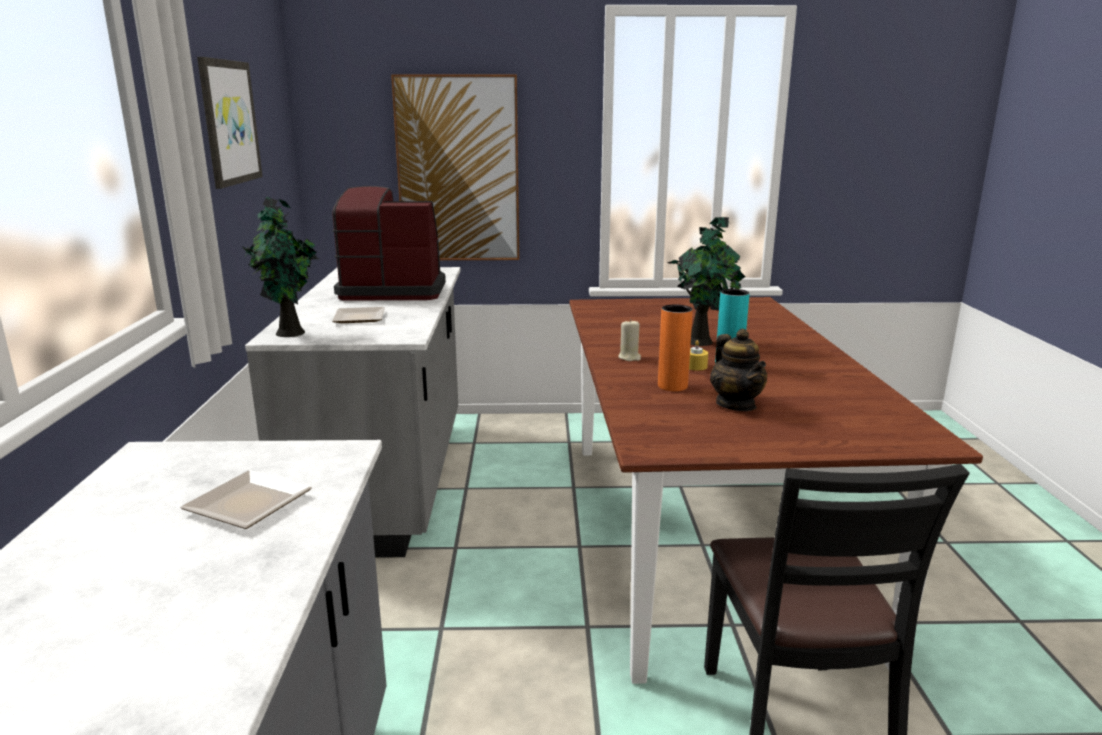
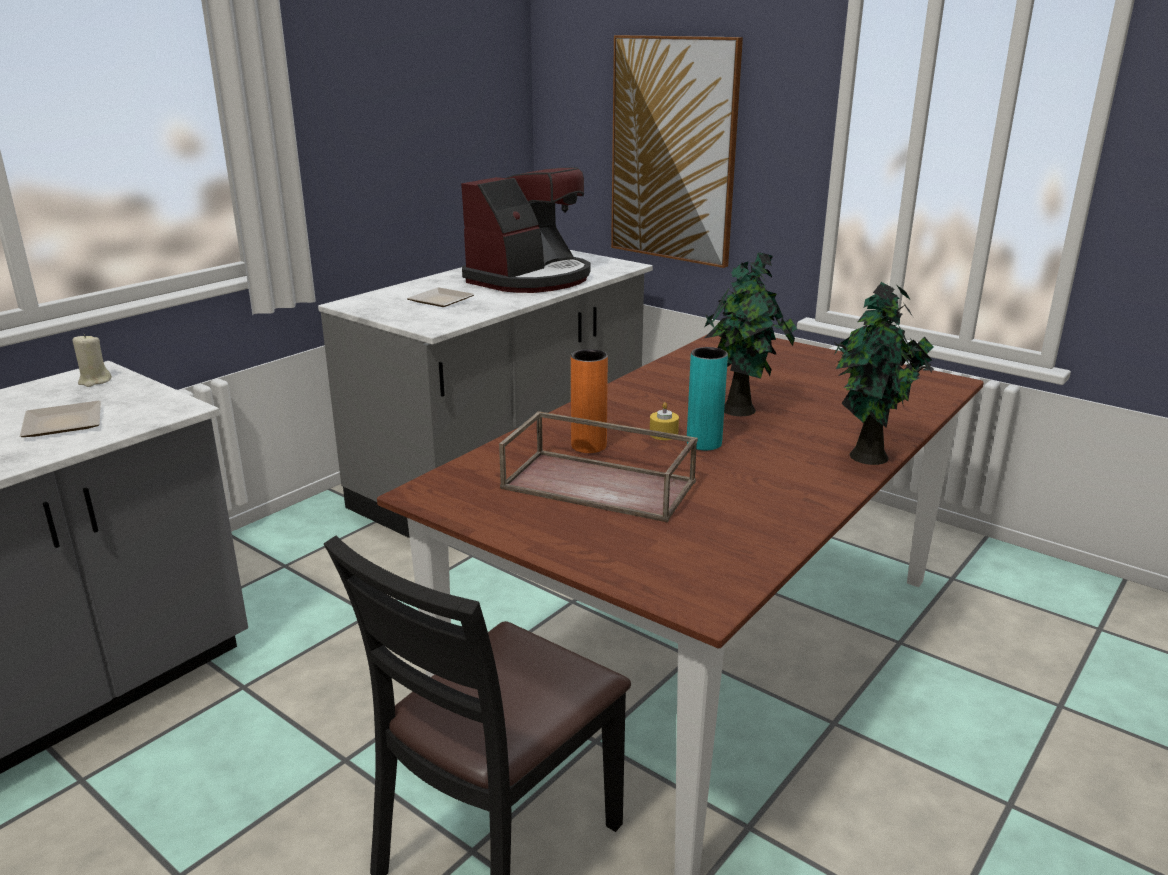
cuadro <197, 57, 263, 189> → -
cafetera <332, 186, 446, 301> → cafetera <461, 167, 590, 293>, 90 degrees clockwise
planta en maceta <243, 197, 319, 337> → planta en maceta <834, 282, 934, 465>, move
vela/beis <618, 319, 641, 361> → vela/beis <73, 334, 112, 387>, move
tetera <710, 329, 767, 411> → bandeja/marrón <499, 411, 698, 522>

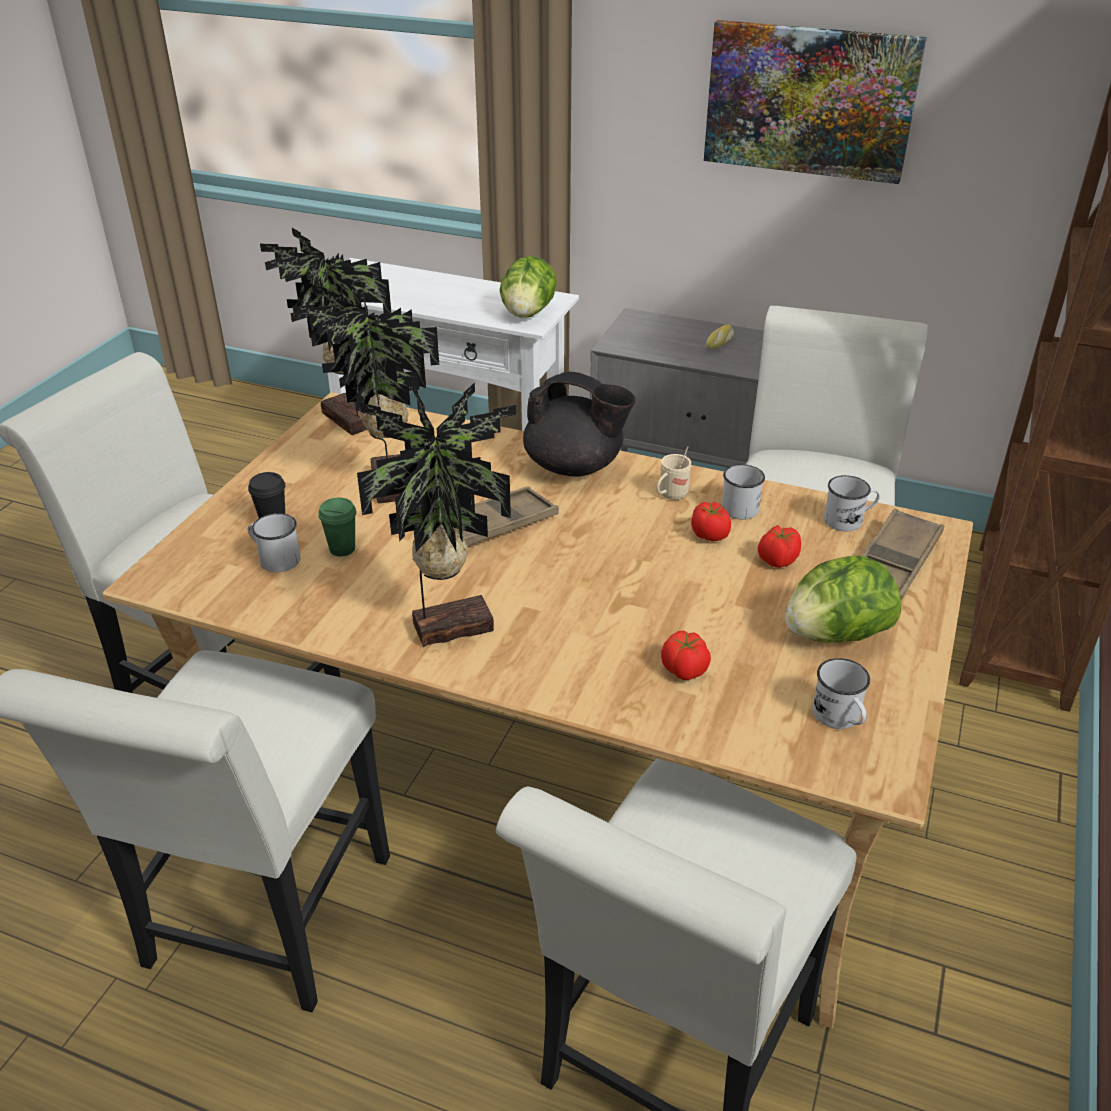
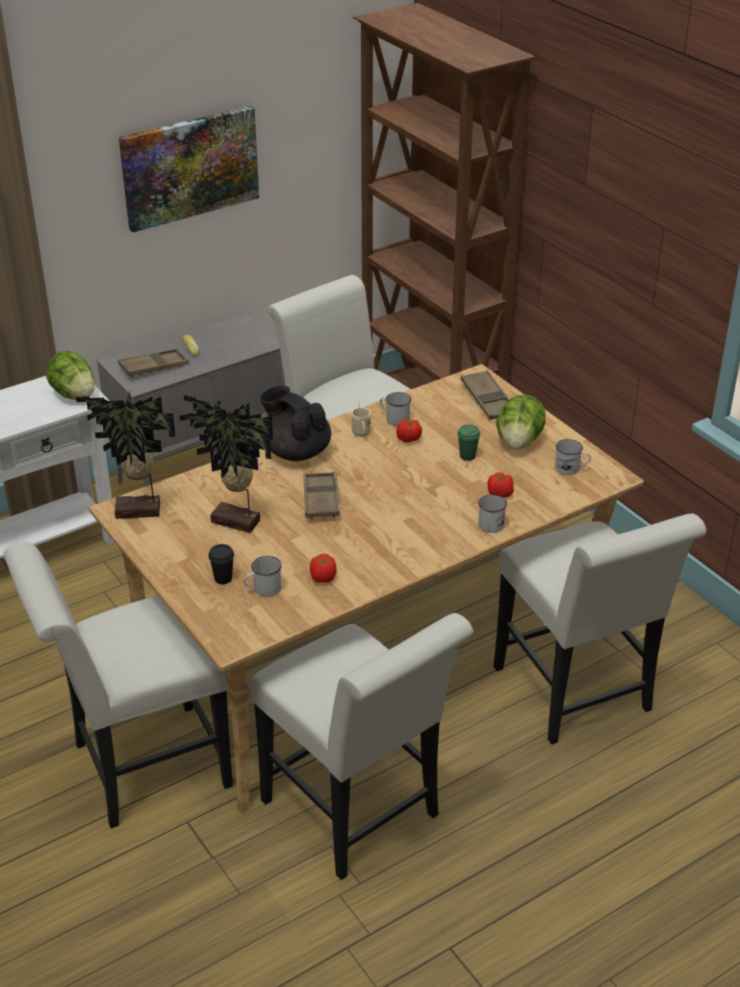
tetera/negro <523, 372, 635, 477> → tetera/negro <260, 386, 331, 461>, 105 degrees counterclockwise
planta en maceta <357, 382, 517, 647> → -
taza grande/blanco <824, 475, 880, 531> → taza grande/blanco <478, 495, 507, 533>, move
taza/verde <318, 497, 357, 557> → taza/verde <457, 425, 480, 461>, move
tomate <758, 525, 801, 568> → tomate <310, 554, 337, 583>, move
- → bandeja/marrón <118, 348, 189, 377>

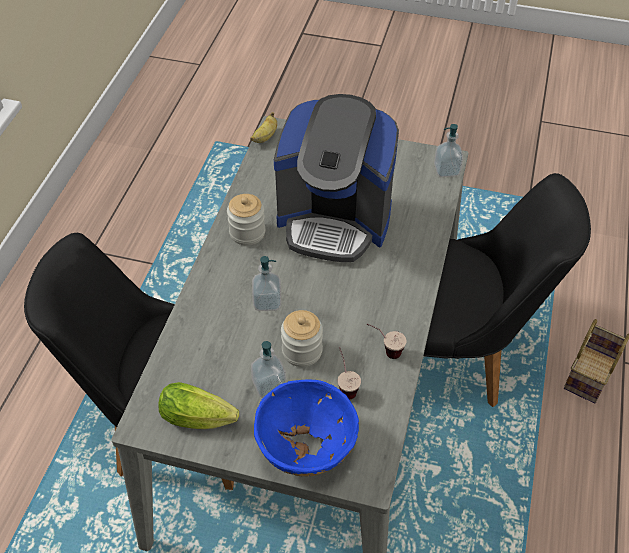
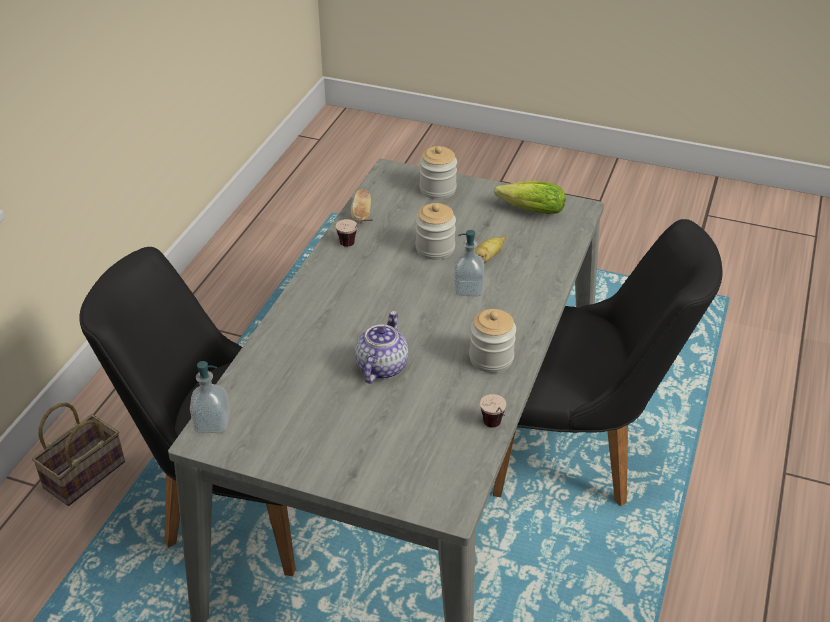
cafetera <274, 94, 399, 262> → tetera <355, 311, 408, 384>
plátano <250, 112, 277, 143> → plátano <475, 236, 505, 264>, move
dispensador de jabón <251, 341, 286, 398> → -
taza <338, 347, 361, 400> → taza <480, 394, 507, 428>, move
cuenco/azul <254, 380, 359, 476> → tarro <420, 146, 457, 199>
- → pan <351, 190, 371, 222>

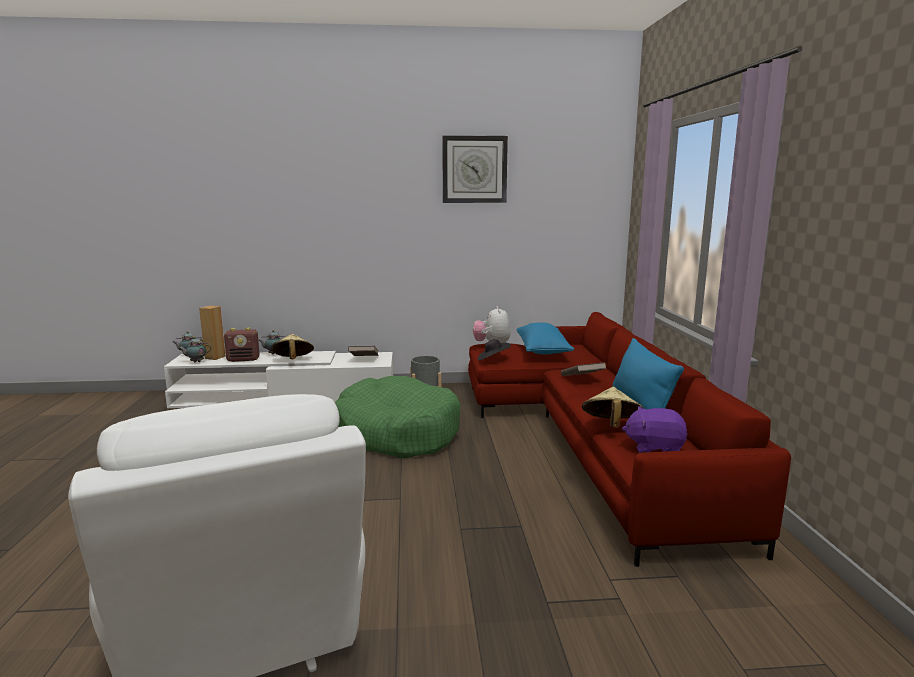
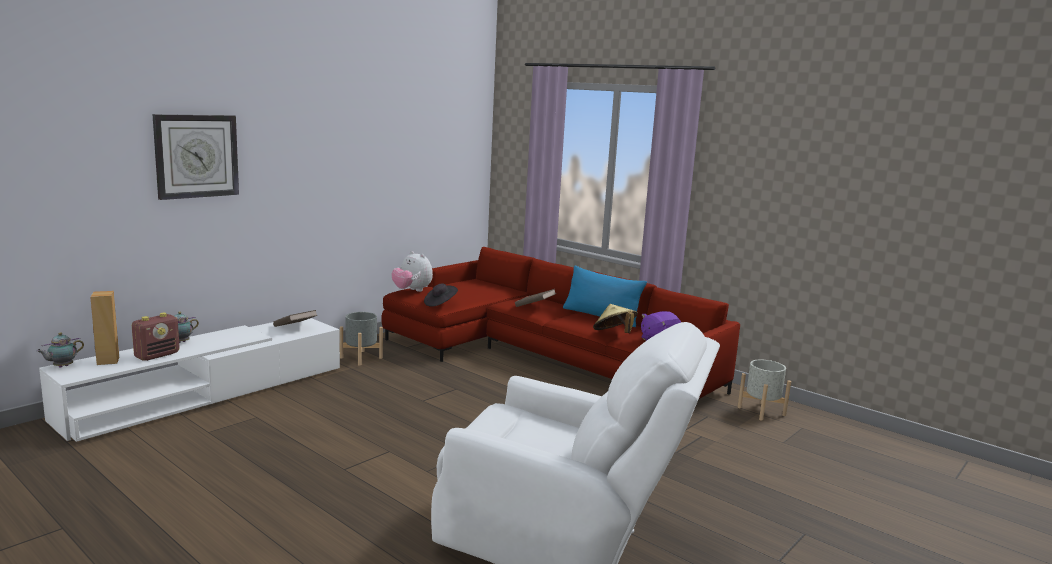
reloj de pared <442, 135, 508, 203> → reloj de pared <152, 114, 239, 200>, move
cojín/azul <517, 322, 574, 354> → -
sombrero/beis <271, 334, 314, 359> → -
tetera <179, 337, 212, 362> → -
cama para perro/verde <335, 376, 461, 458> → -
- → maceta/gris <738, 360, 791, 421>

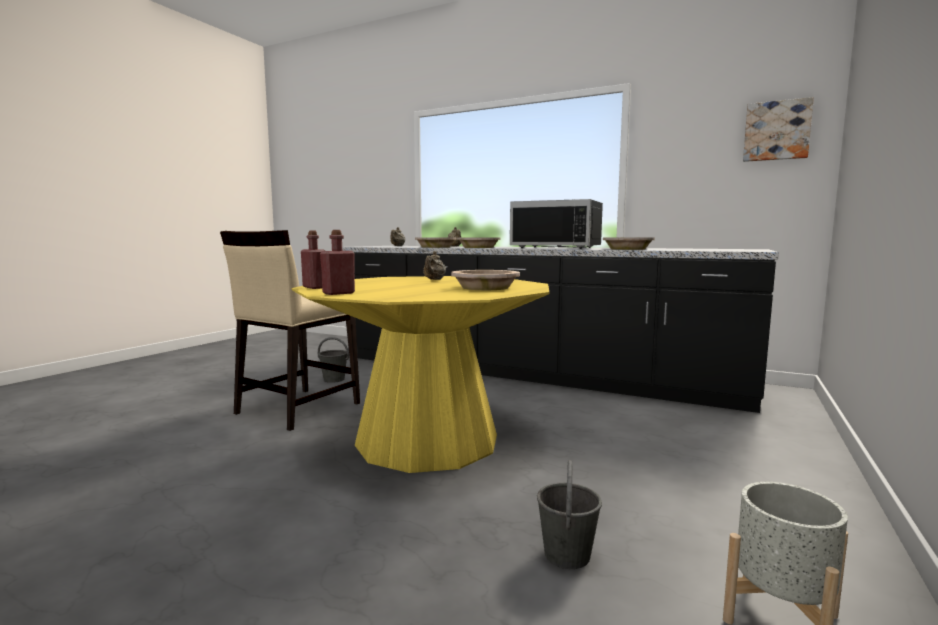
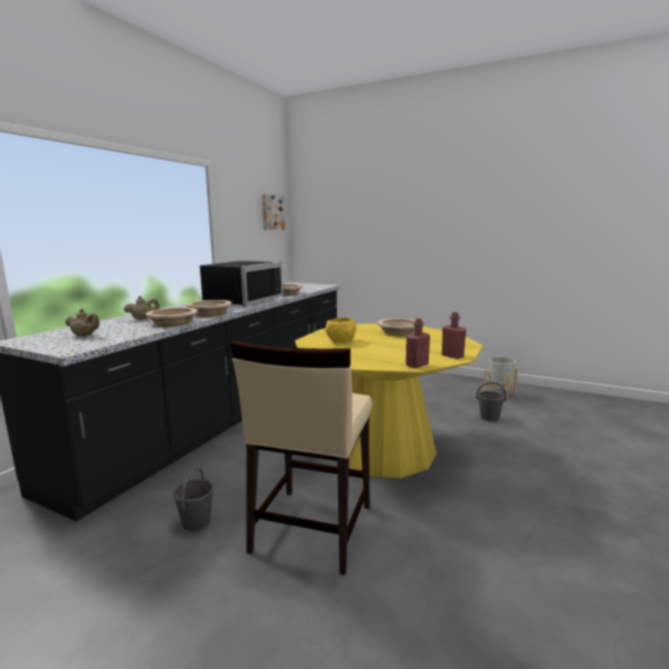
silla/beis <220, 230, 360, 431> → silla/beis <230, 340, 372, 575>, 75 degrees clockwise
tetera/beis <423, 251, 446, 280> → cuenco/amarillo <325, 318, 356, 343>

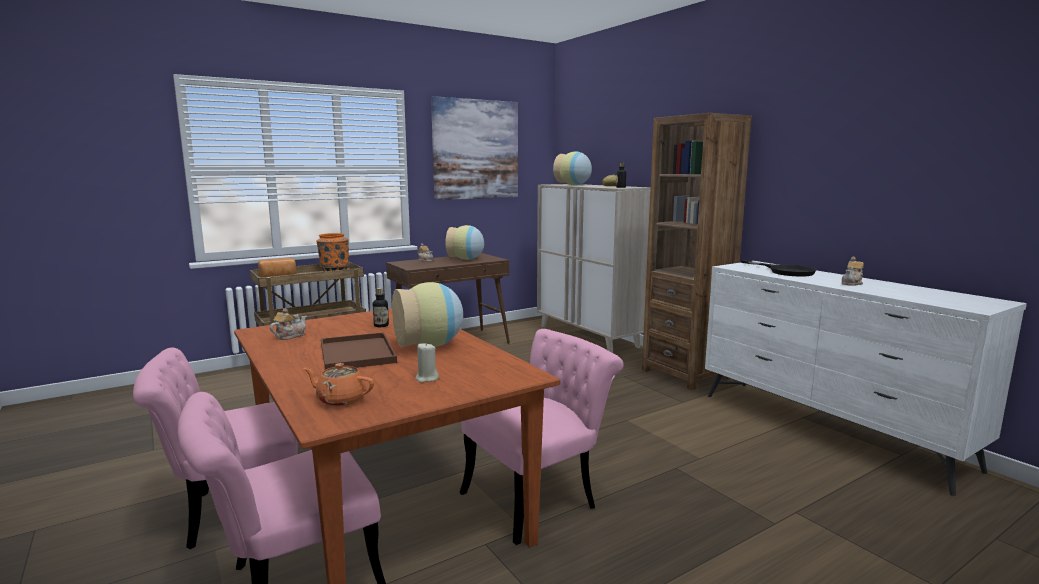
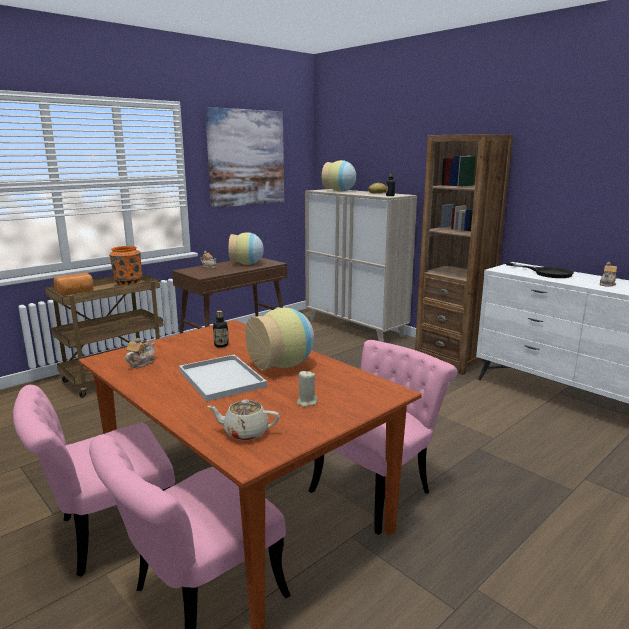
bandeja/marrón <321, 332, 397, 370> → bandeja/blanco <179, 355, 267, 402>
tetera/naranja <303, 363, 374, 406> → tetera/beis <207, 400, 280, 441>

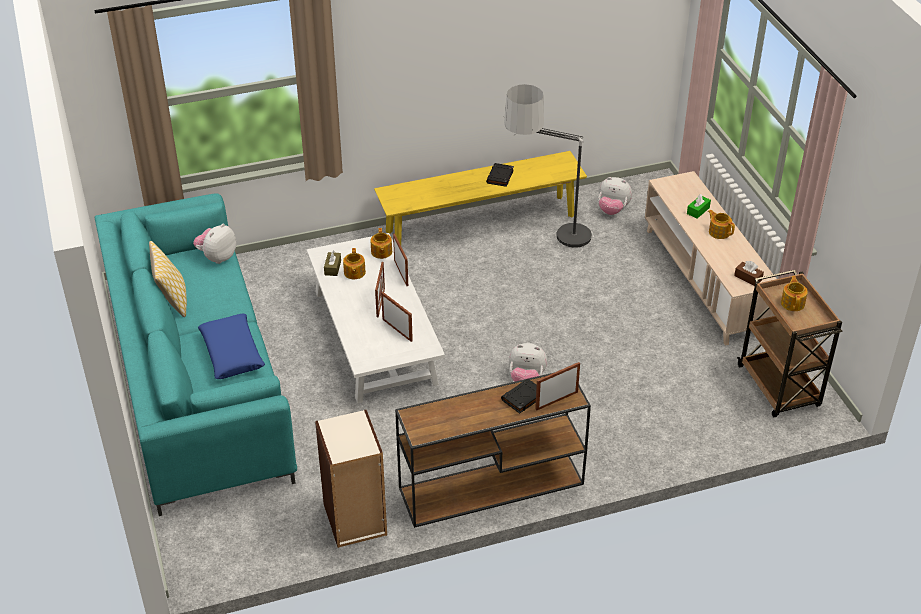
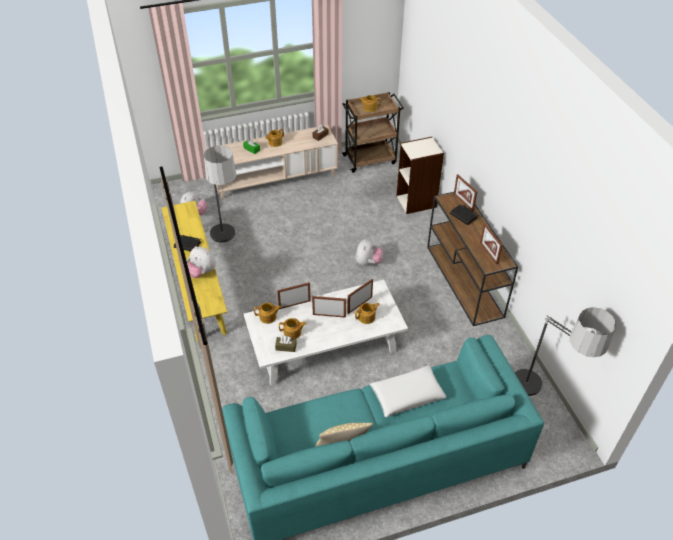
peluche <193, 224, 236, 264> → peluche <187, 246, 216, 278>, move
cojín/azul <198, 314, 265, 379> → cojín/blanco <370, 365, 446, 417>
estantería <315, 410, 387, 548> → estantería <396, 137, 444, 214>, move
- → portarretratos <480, 223, 503, 264>
- → tetera <355, 303, 380, 324>
- → lámpara de pie <515, 307, 616, 397>

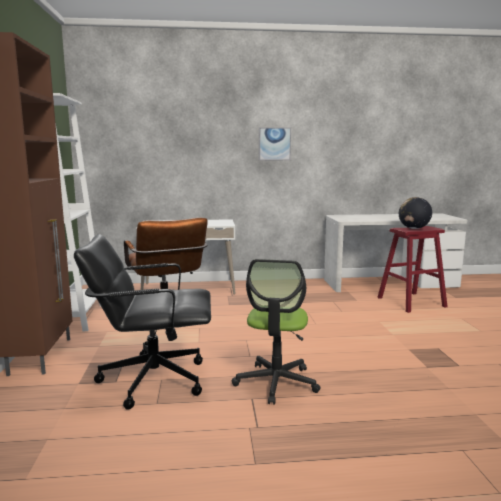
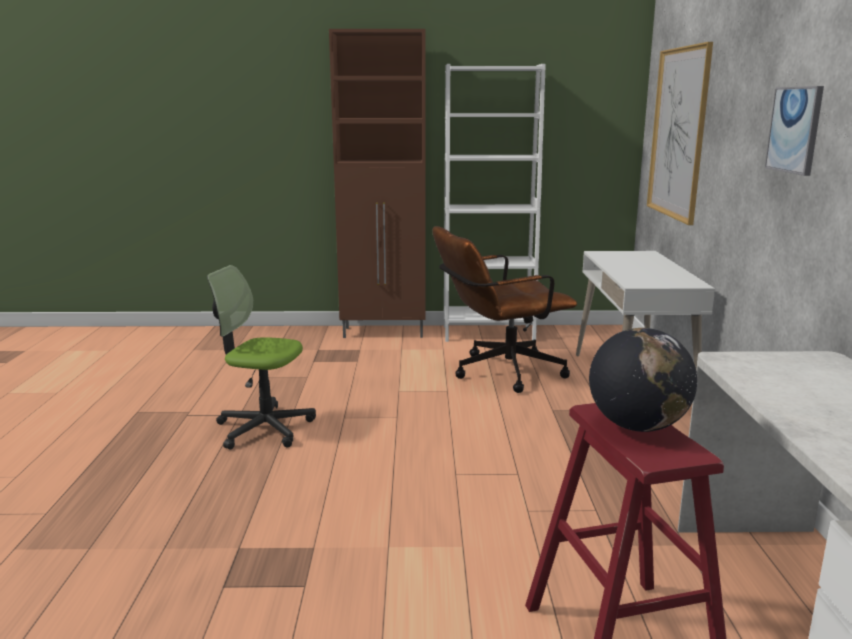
silla de oficina/negro <74, 234, 211, 410> → -
- → cuadro <647, 42, 713, 225>

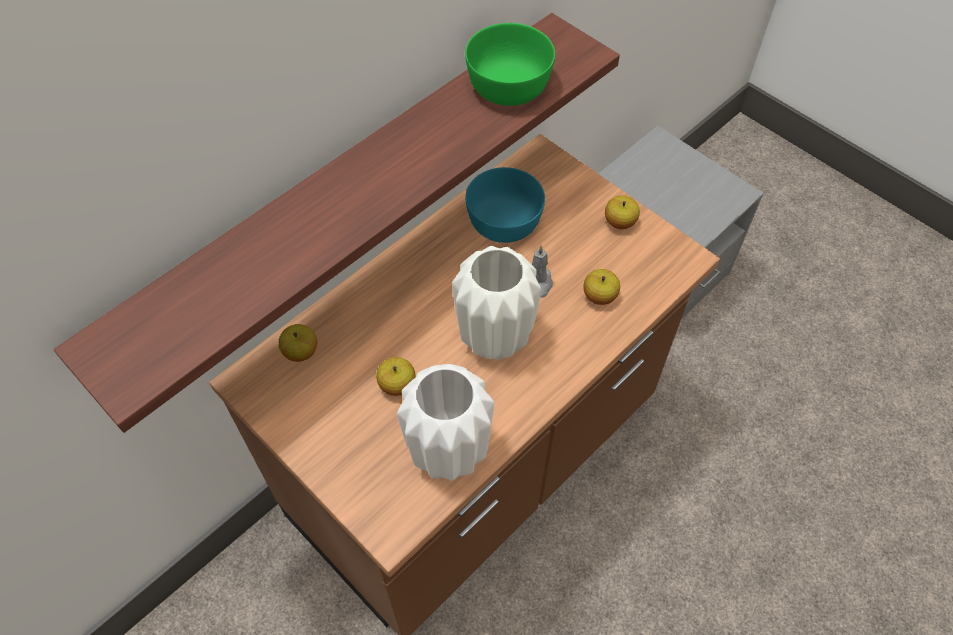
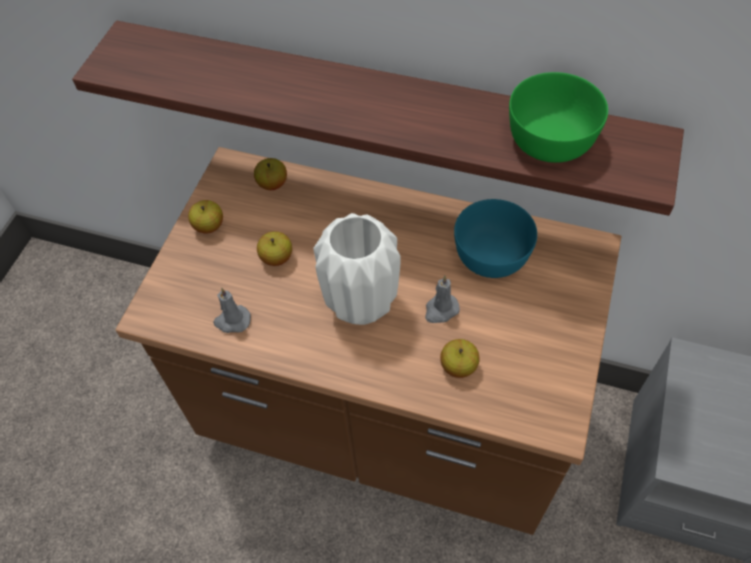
manzana <605, 196, 640, 229> → manzana <188, 200, 223, 233>, move
florero/blanco <397, 364, 494, 481> → vela/gris <213, 288, 251, 333>

